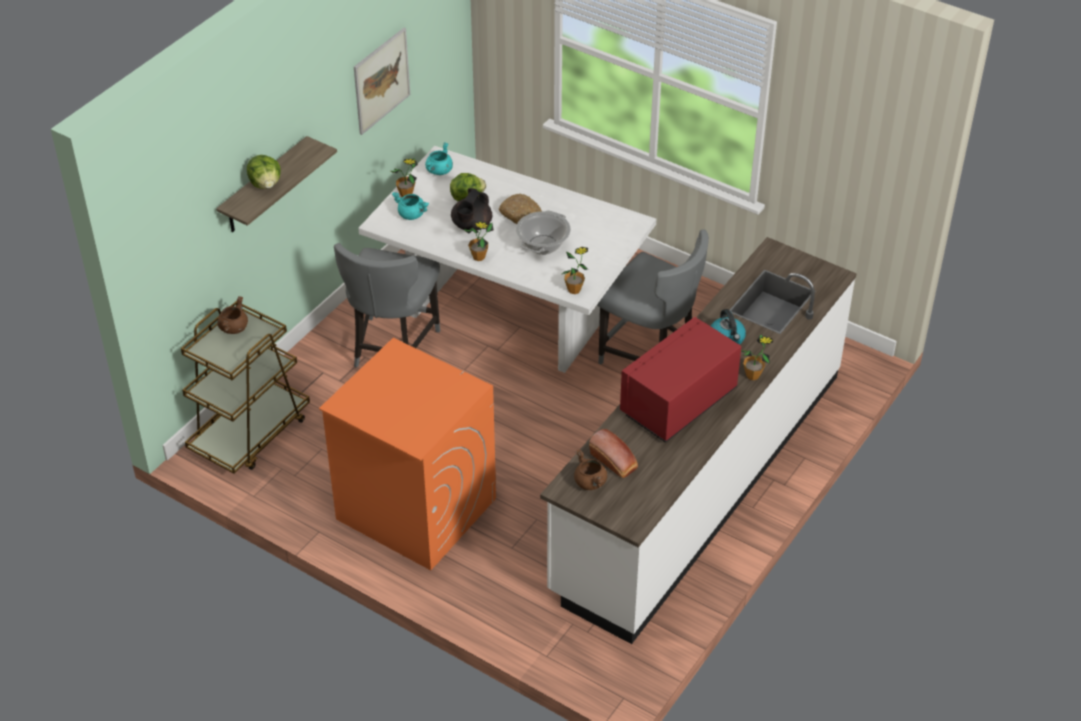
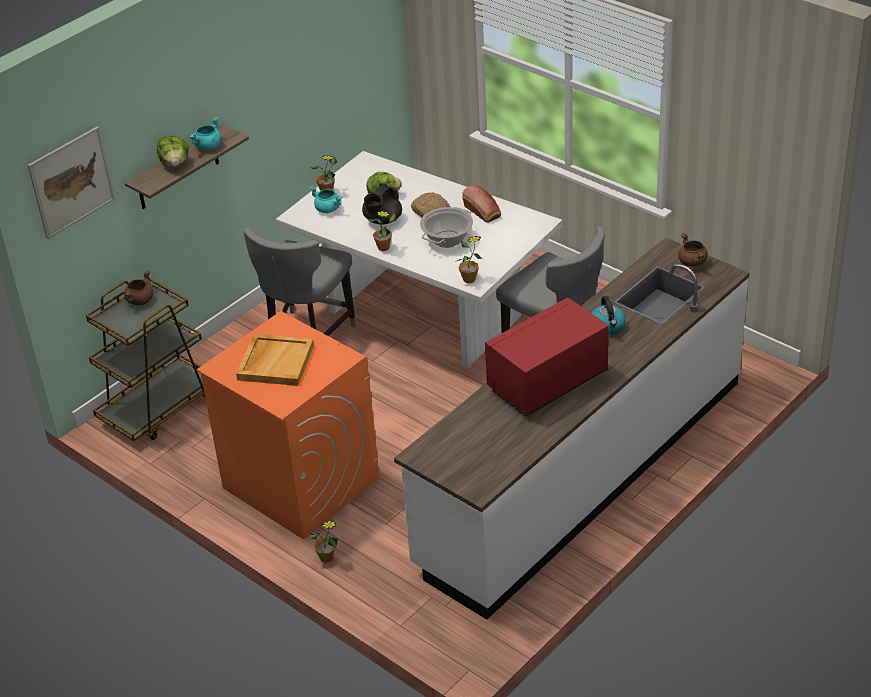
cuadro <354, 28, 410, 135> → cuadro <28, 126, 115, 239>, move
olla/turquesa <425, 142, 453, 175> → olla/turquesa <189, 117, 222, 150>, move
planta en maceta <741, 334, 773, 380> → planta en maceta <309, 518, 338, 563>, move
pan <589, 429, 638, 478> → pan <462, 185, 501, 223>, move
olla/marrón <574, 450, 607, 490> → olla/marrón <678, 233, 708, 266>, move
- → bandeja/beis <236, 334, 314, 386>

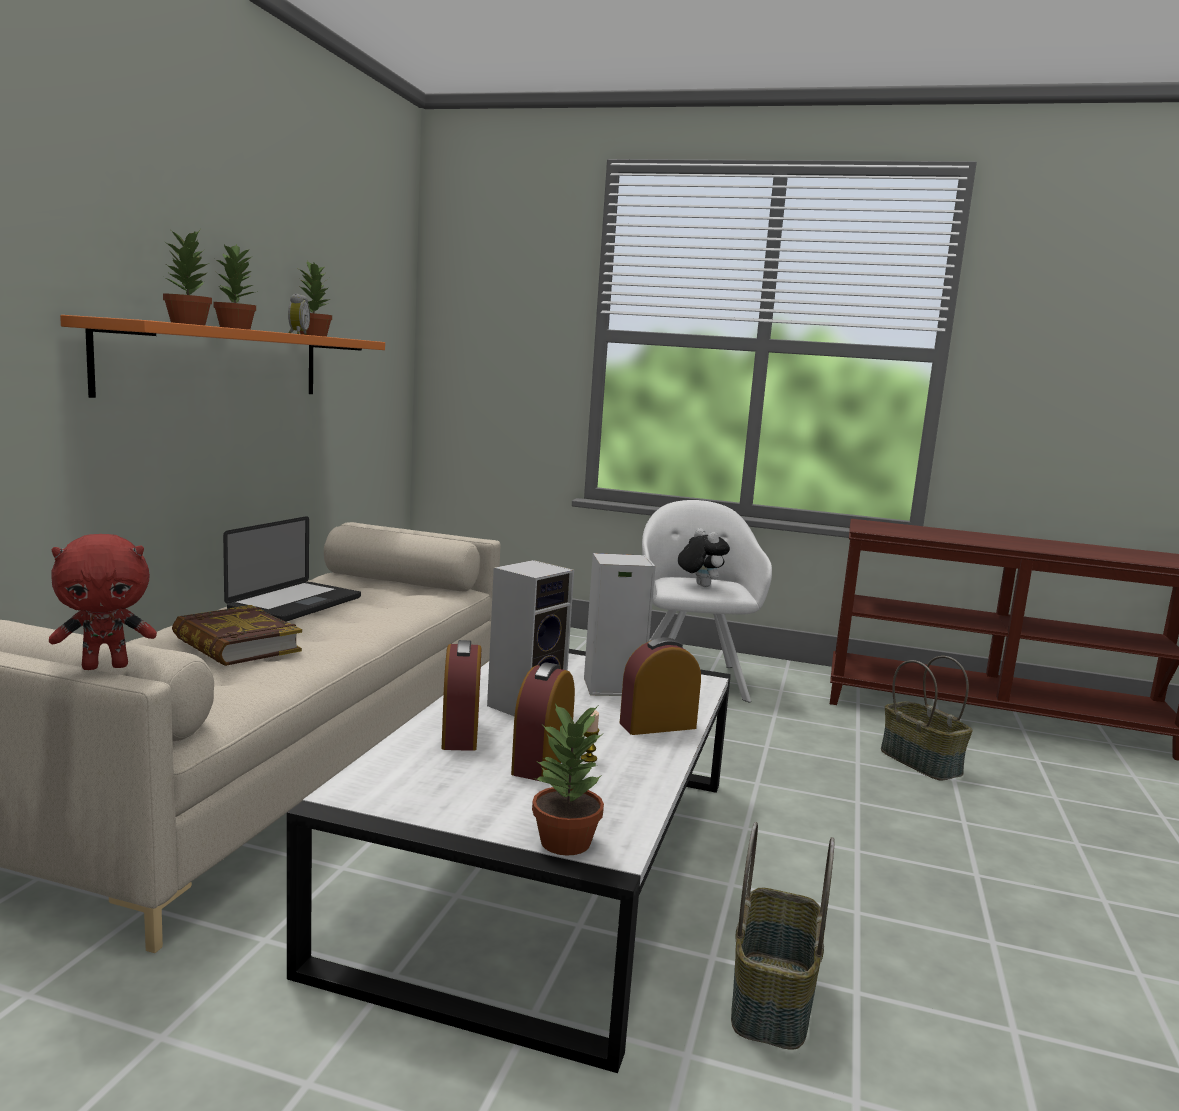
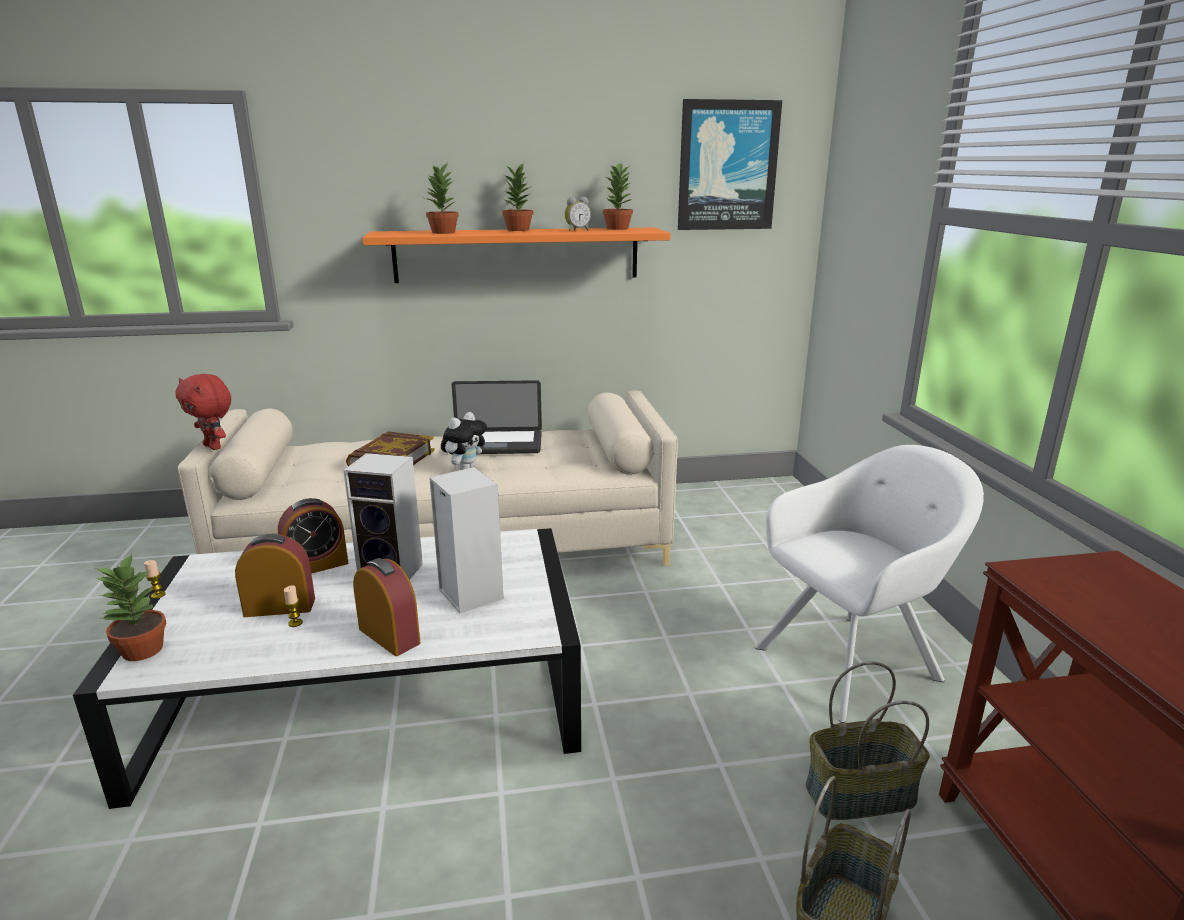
peluche <678, 528, 730, 587> → peluche <441, 412, 487, 470>, move
cesta <731, 822, 835, 1050> → cesta <806, 661, 930, 820>, move
- → cuadro <678, 99, 782, 230>
- → vela <144, 560, 165, 599>

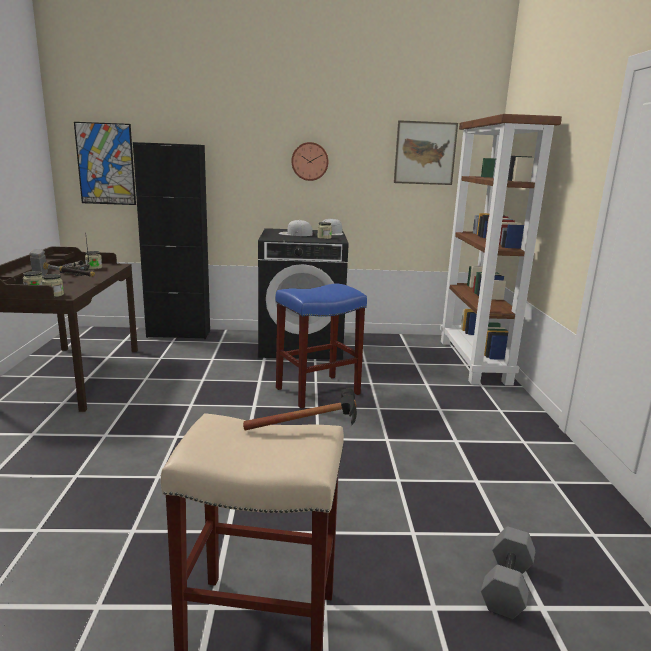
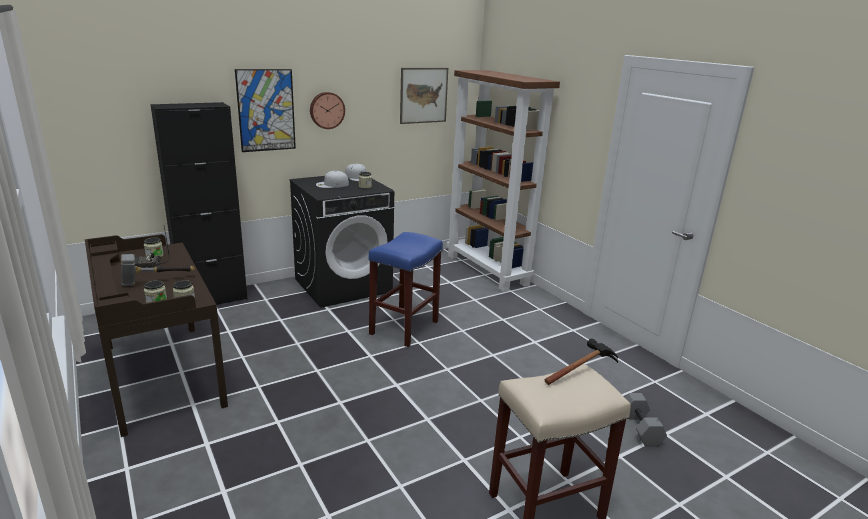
cuadro <74, 122, 136, 205> → cuadro <235, 69, 296, 152>, move

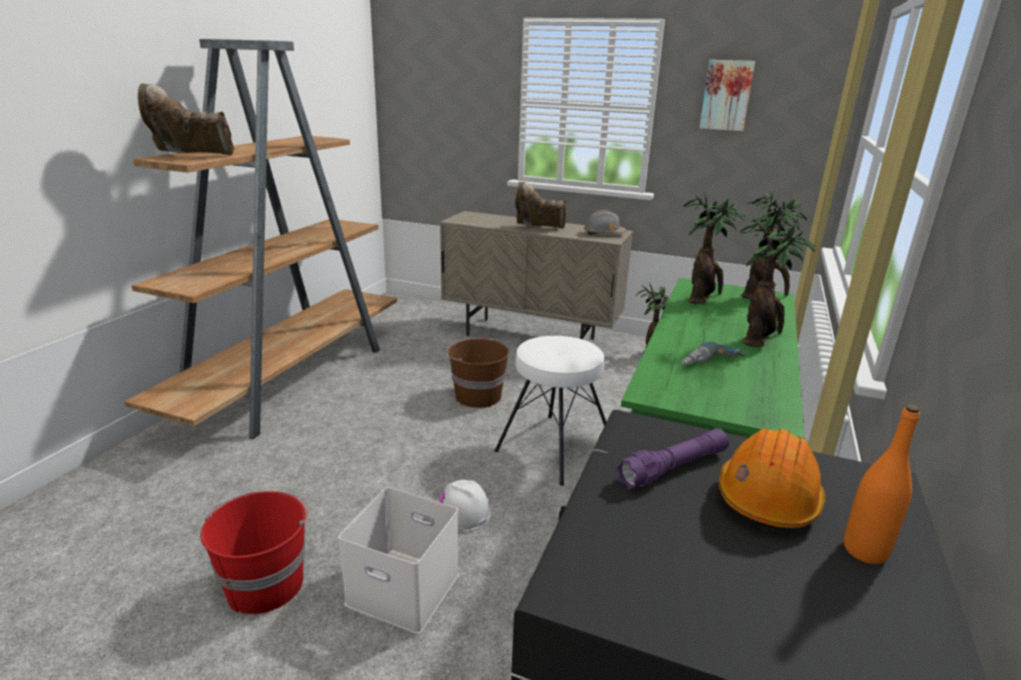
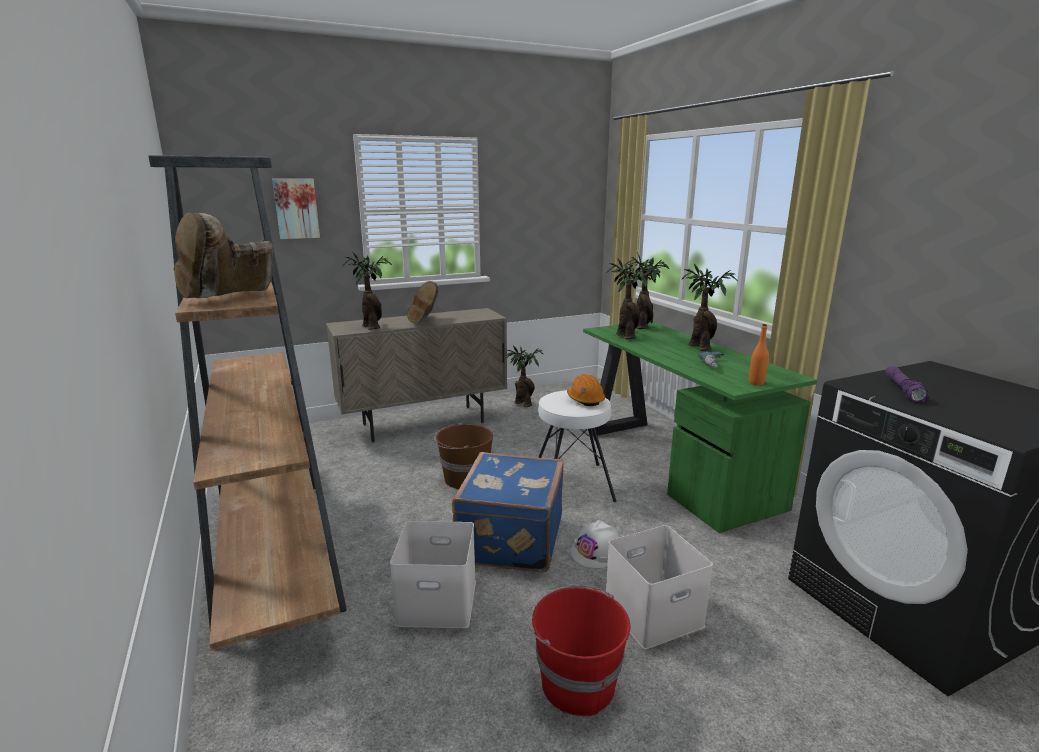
cuadro <700, 60, 755, 131> → cuadro <272, 179, 320, 239>, move
bota/marrón <515, 182, 566, 228> → bota/marrón <407, 281, 439, 323>, 45 degrees counterclockwise
casco/gris <584, 210, 626, 235> → -
botella/naranja <844, 404, 920, 564> → botella/naranja <749, 324, 769, 385>, move
casco/naranja <719, 428, 826, 531> → casco/naranja <567, 374, 605, 406>, move
- → planta en maceta <342, 251, 392, 330>
- → maleta/azul <452, 452, 564, 573>
- → caja de almacenaje/blanco <390, 521, 476, 628>

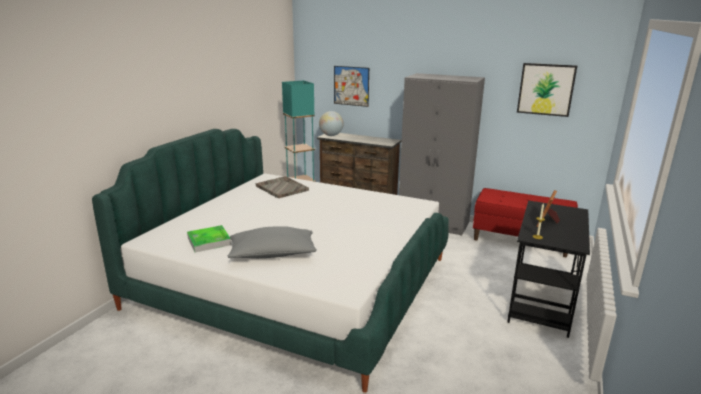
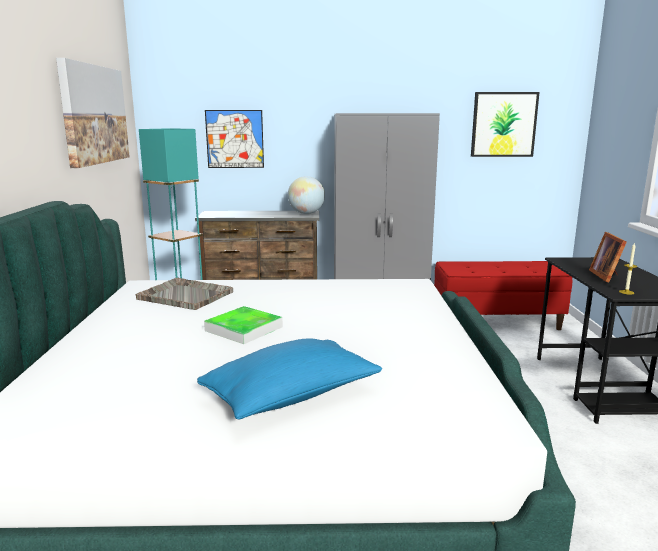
globo terráqueo <319, 111, 344, 136> → globo terráqueo <288, 176, 325, 214>, move
bandeja <187, 225, 231, 252> → bandeja <204, 306, 283, 344>, move
cojín/gris <228, 226, 317, 258> → cojín/azul <197, 338, 382, 419>
- → cuadro <56, 58, 130, 168>

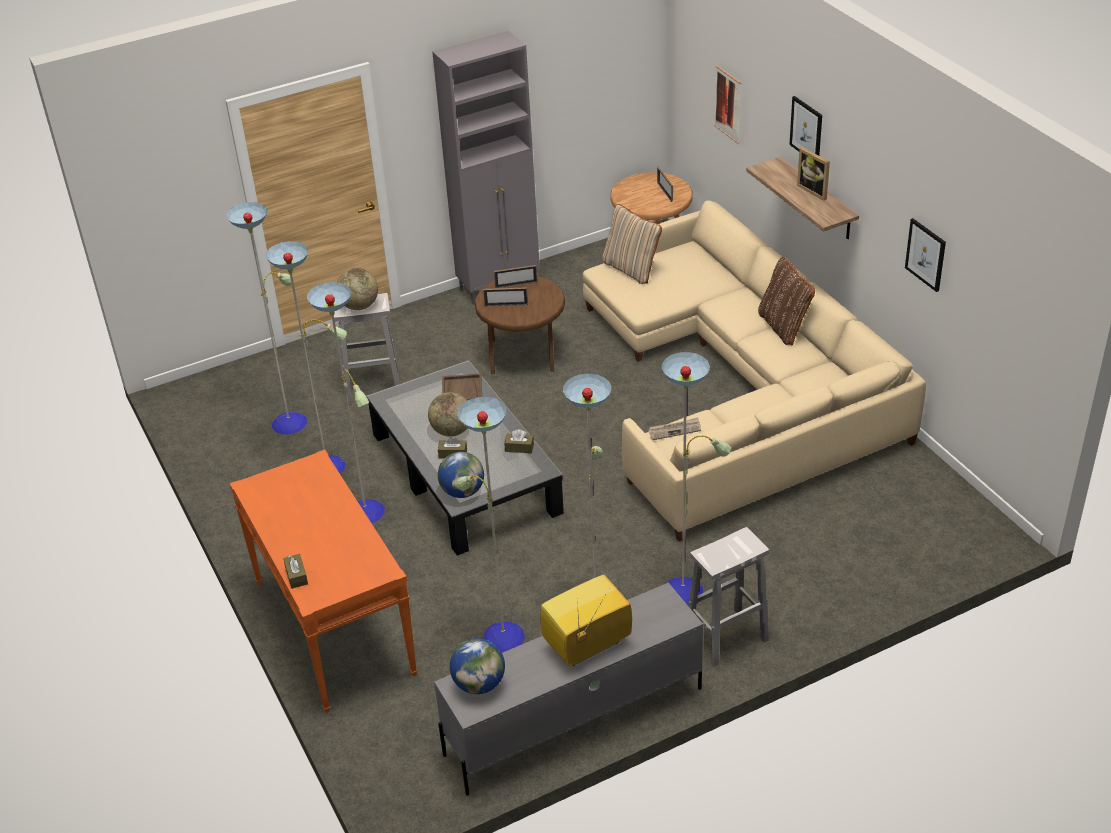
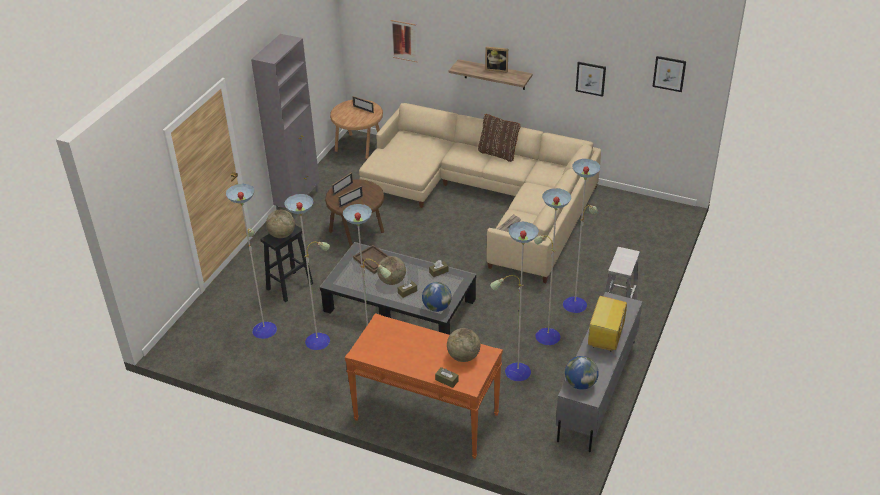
cuadro <789, 96, 822, 156> → cuadro <652, 56, 686, 92>, move
cojín/beis <602, 204, 662, 284> → -
taburete/blanco <334, 293, 399, 402> → taburete/negro <261, 225, 313, 302>
- → globo terráqueo <447, 328, 480, 362>

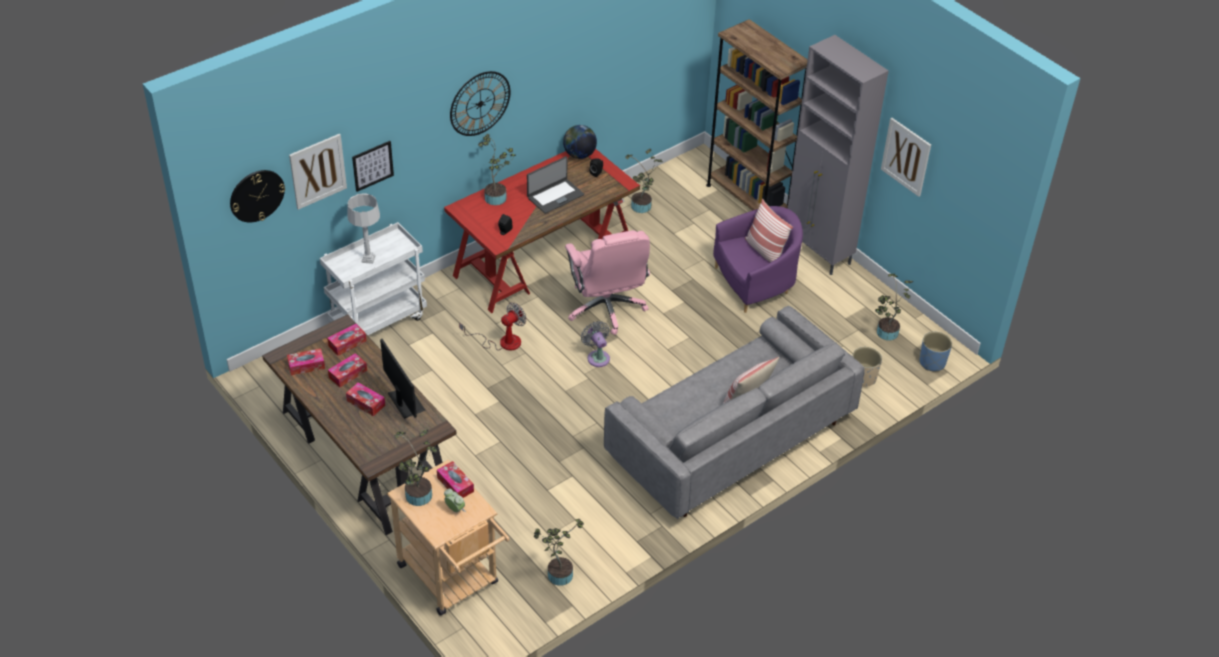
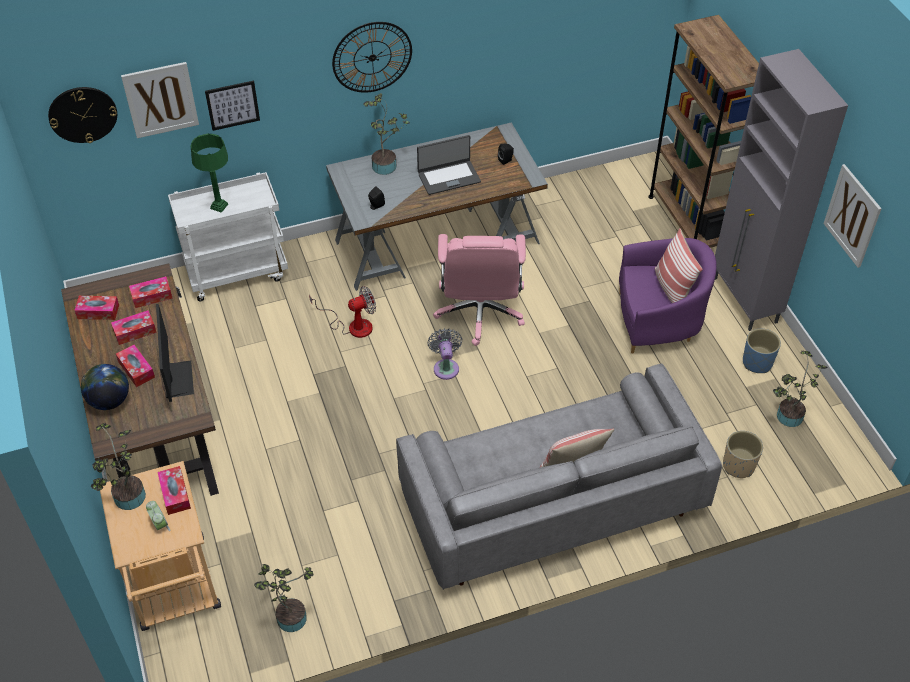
globo terráqueo <563, 125, 597, 159> → globo terráqueo <81, 364, 129, 410>, move
escritorio/rojo <444, 149, 640, 313> → escritorio/gris <326, 122, 548, 291>
planta en maceta <625, 149, 663, 213> → -
lámpara de mesa/gris <347, 193, 380, 264> → lámpara de mesa/verde <191, 134, 228, 213>
maceta/azul <919, 332, 952, 371> → maceta/azul <743, 329, 781, 373>, move

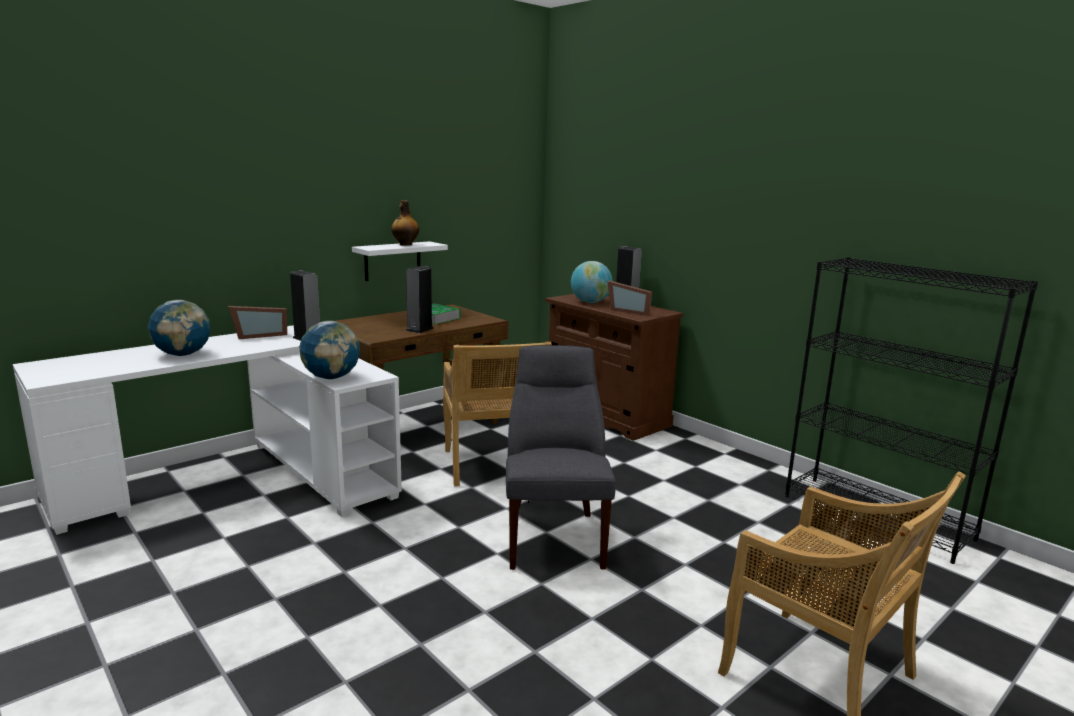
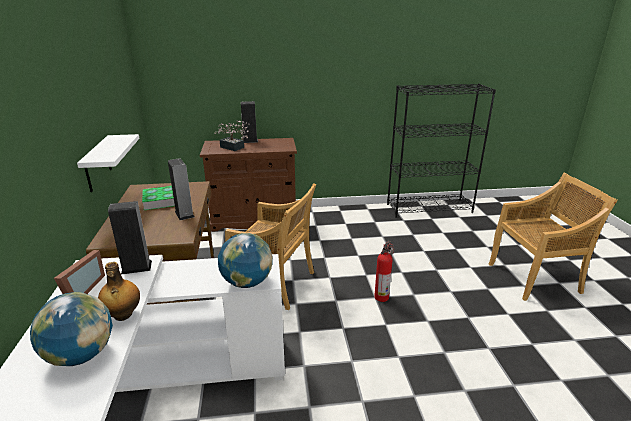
botella <391, 200, 419, 246> → botella <98, 262, 140, 321>, move
globo terráqueo <571, 261, 613, 303> → planta en maceta <215, 120, 250, 151>
portarretratos <608, 280, 652, 316> → -
silla/gris <506, 345, 616, 570> → extintor <374, 241, 394, 302>

